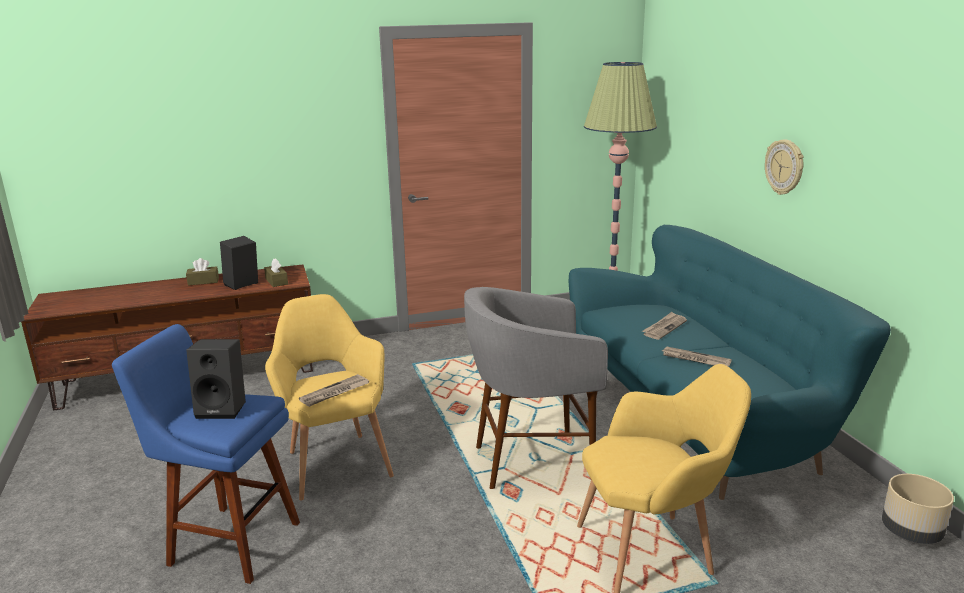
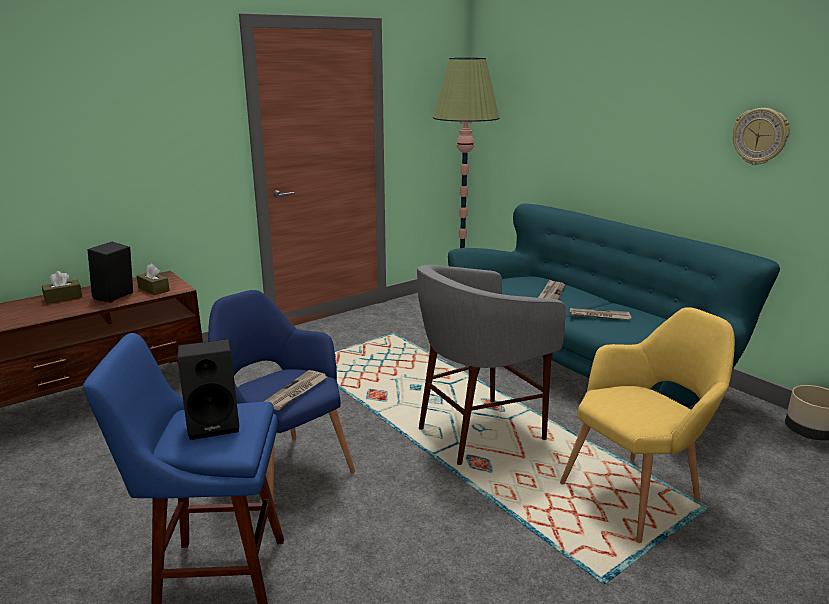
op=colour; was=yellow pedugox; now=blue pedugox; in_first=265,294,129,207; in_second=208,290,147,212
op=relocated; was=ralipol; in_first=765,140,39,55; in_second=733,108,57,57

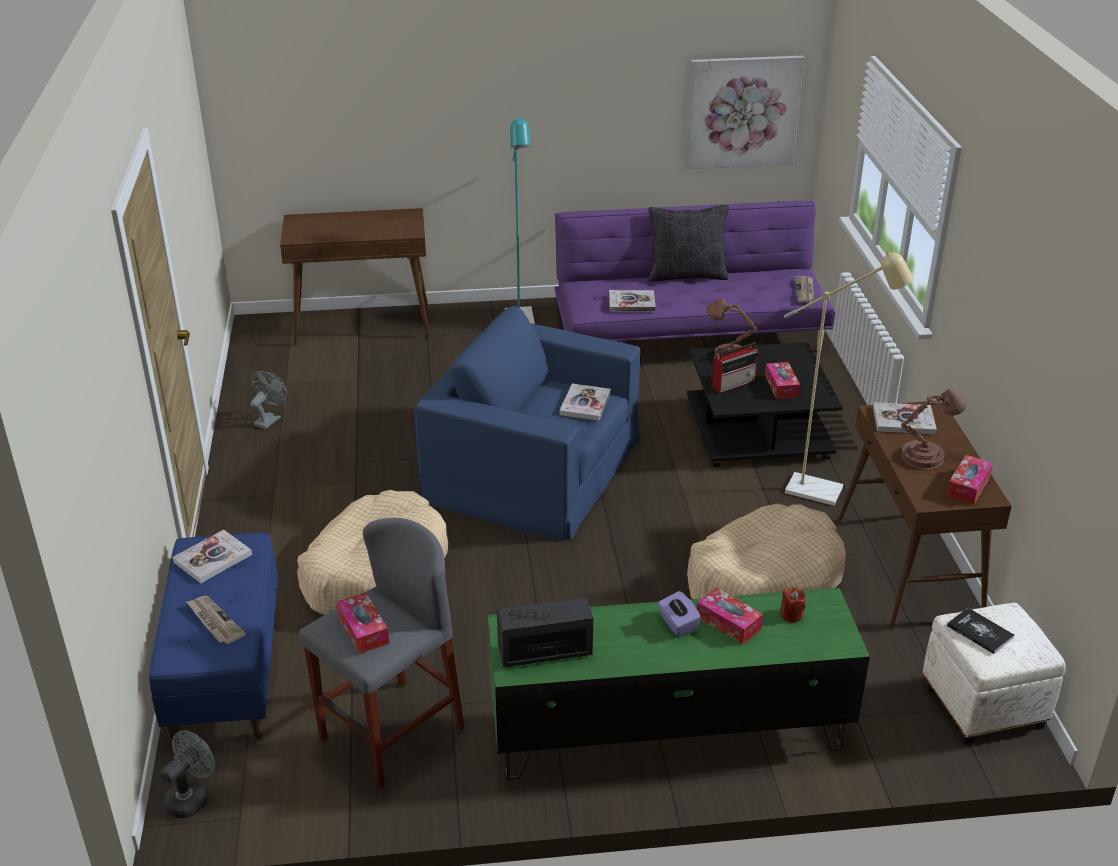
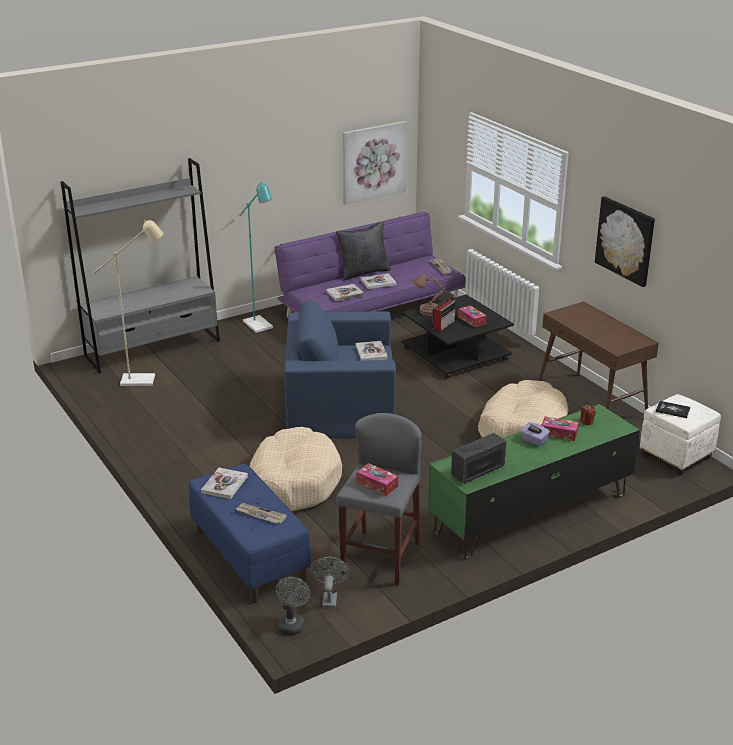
op=exchanged; was=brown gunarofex; now=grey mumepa; in_first=280,208,150,138; in_second=61,158,159,215
op=relocated; was=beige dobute; in_first=784,250,130,256; in_second=93,220,71,166
op=relocated; was=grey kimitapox; in_first=250,371,38,58; in_second=310,557,40,51
op=relocated; was=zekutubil; in_first=873,402,64,33; in_second=361,273,35,16
op=appeared; now=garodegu; in_second=595,196,60,91
op=missing; was=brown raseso; in_first=901,389,66,81
op=missing; was=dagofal; in_first=946,455,47,50

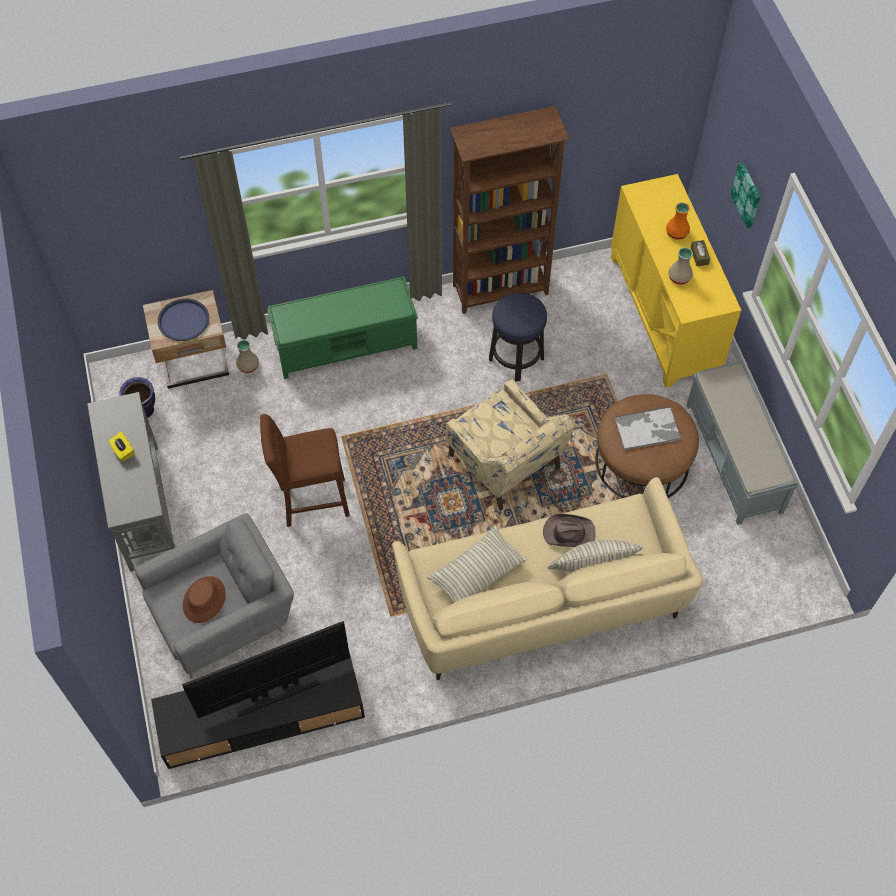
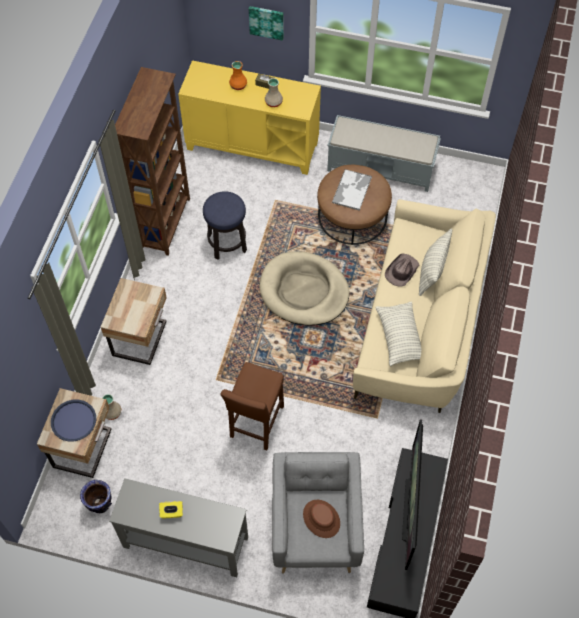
op=exchanged; was=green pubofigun; now=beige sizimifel; in_first=267,277,151,102; in_second=101,278,66,87
op=exchanged; was=beige pedugox; now=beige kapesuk; in_first=446,379,128,131; in_second=260,251,90,75

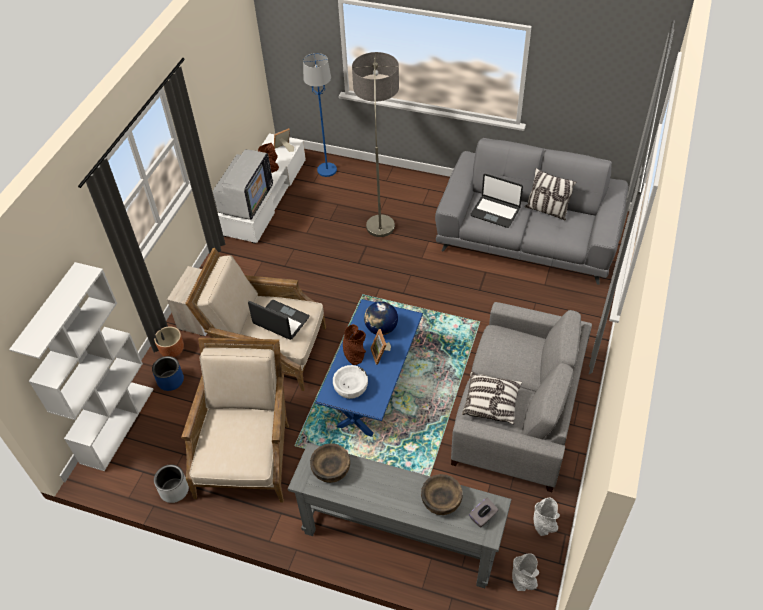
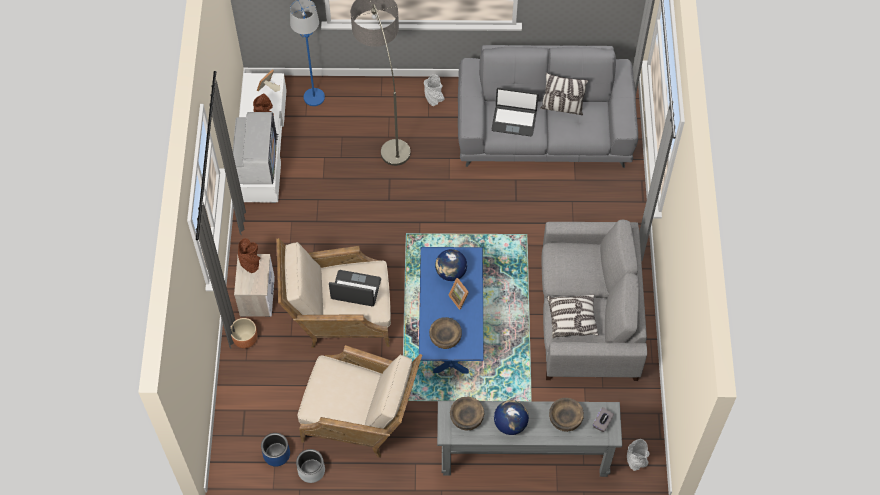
op=relocated; was=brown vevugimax; in_first=343,324,23,41; in_second=238,238,22,35
op=relocated; was=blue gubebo; in_first=152,356,32,35; in_second=261,433,29,34
op=spun; was=beige pedugox; in_first=181,337,108,165; in_second=297,345,125,113; clockwise=120
op=relocated; was=grey vevugimax; in_first=534,497,26,39; in_second=424,74,21,32
op=colour; was=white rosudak; now=brown rosudak; in_first=333,365,35,34; in_second=429,317,33,32
op=appeared; now=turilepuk; in_second=494,400,35,35
op=missing; was=white mumepa; in_first=9,262,144,209

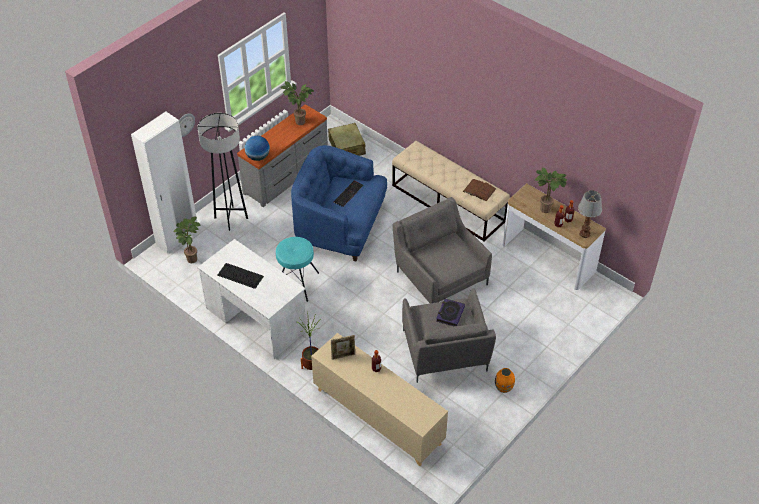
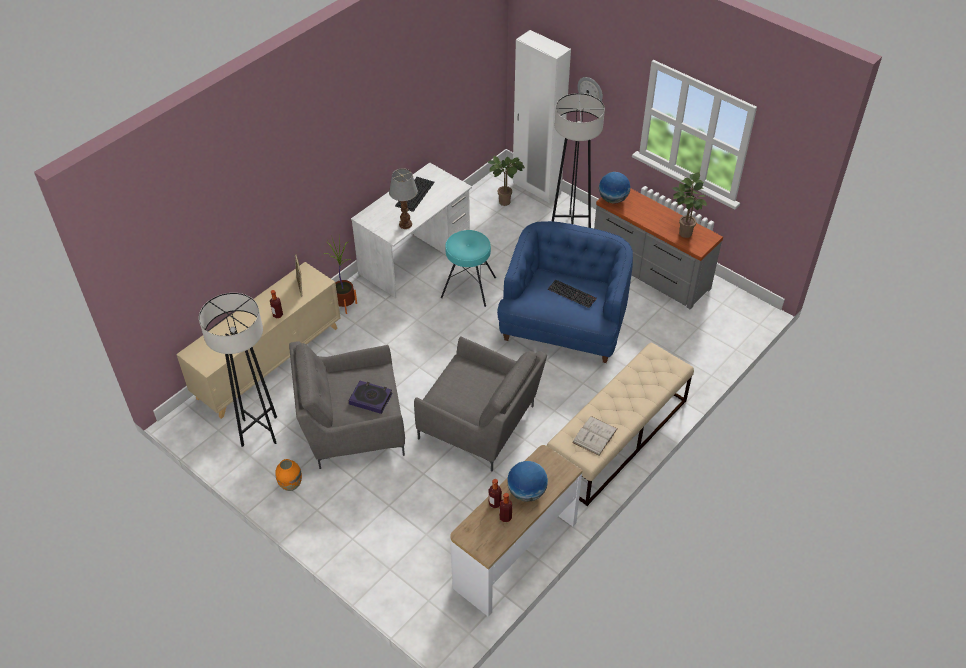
op=appeared; now=grey dobute; in_second=199,293,78,154
op=relocated; was=raseso; in_first=578,190,24,48; in_second=389,169,29,60
op=spun; was=grey pedugox; in_first=393,197,99,106; in_second=414,336,133,136; clockwise=60
op=exchanged; was=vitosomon; now=turilepuk; in_first=535,167,32,46; in_second=507,461,41,41
op=colour; was=brown zekutubil; now=white zekutubil; in_first=463,179,33,22; in_second=572,416,45,40
op=missing; was=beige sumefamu; in_first=328,123,38,33

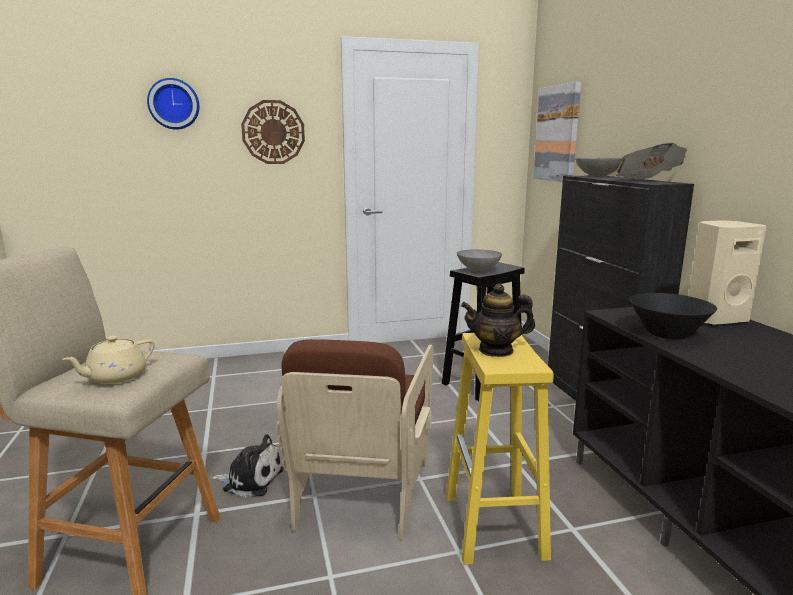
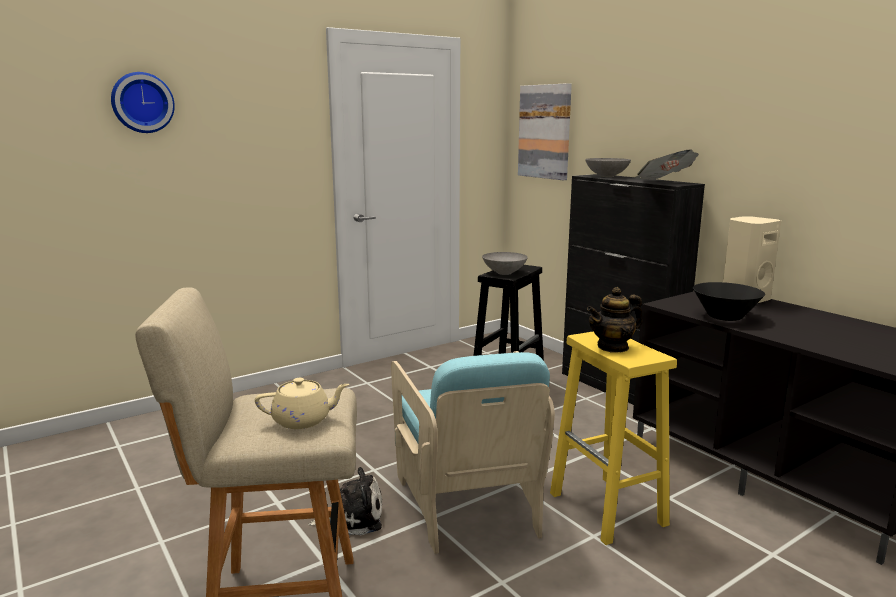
op=spun; was=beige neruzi; in_first=62,336,93,48; in_second=255,378,94,51; clockwise=-120
op=colour; was=brown pedugox; now=turquoise pedugox; in_first=276,339,158,201; in_second=391,351,164,203
op=missing; was=ralipol; in_first=241,100,64,64

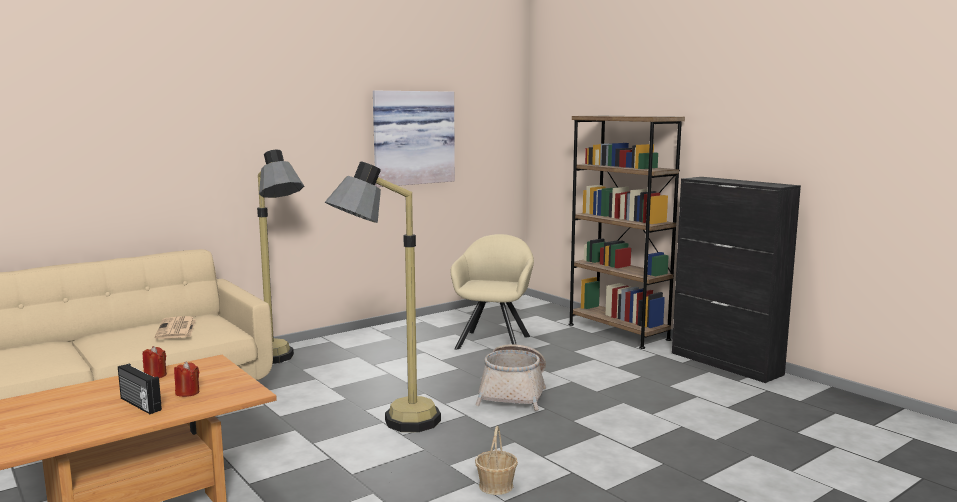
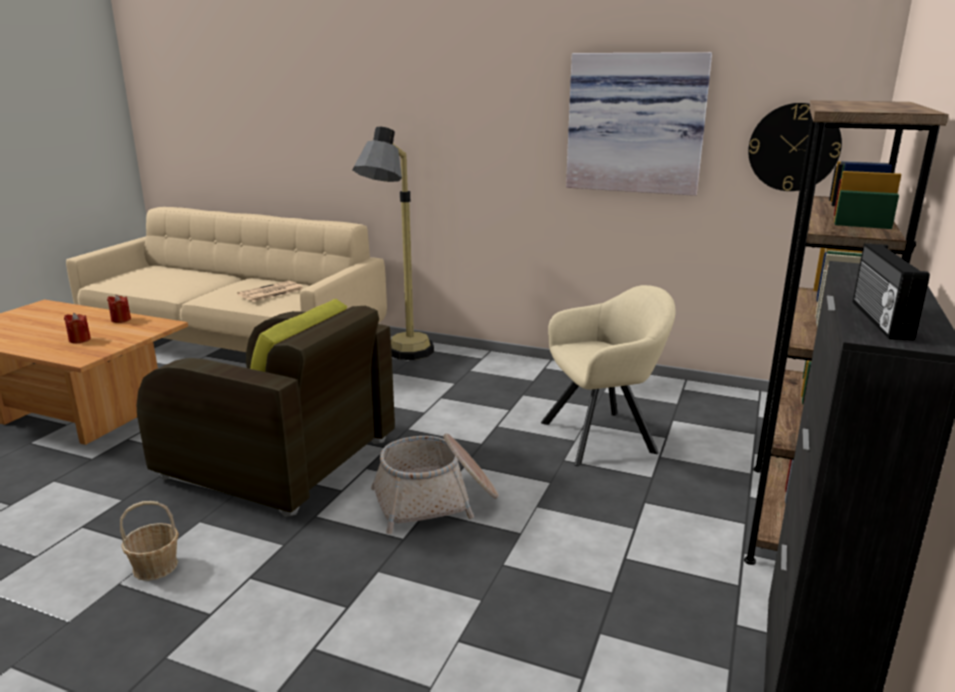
op=exchanged; was=dobute; now=brown pedugox; in_first=324,161,117,271; in_second=137,299,258,218
op=appeared; now=ralipol; in_second=748,103,94,88
op=relocated; was=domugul; in_first=118,364,44,50; in_second=853,243,77,97

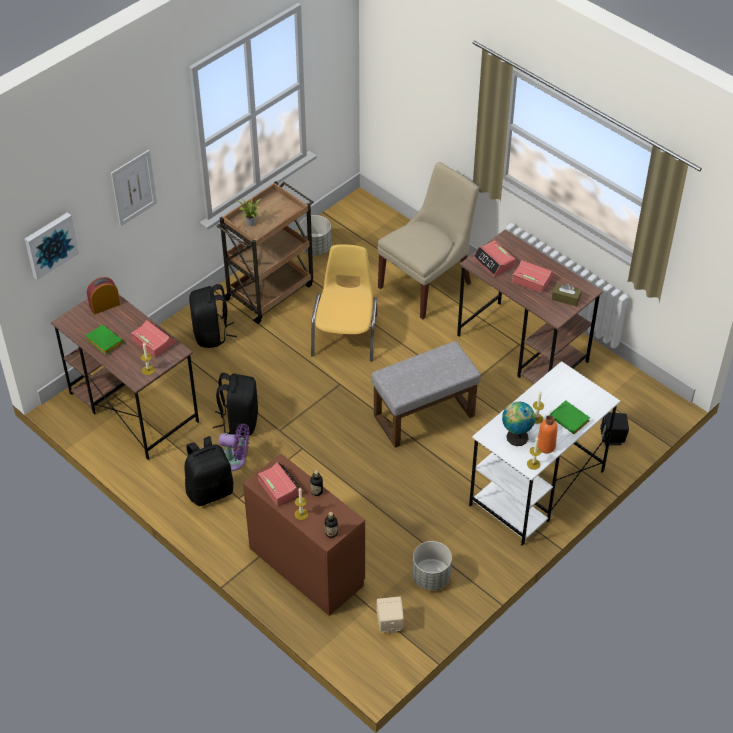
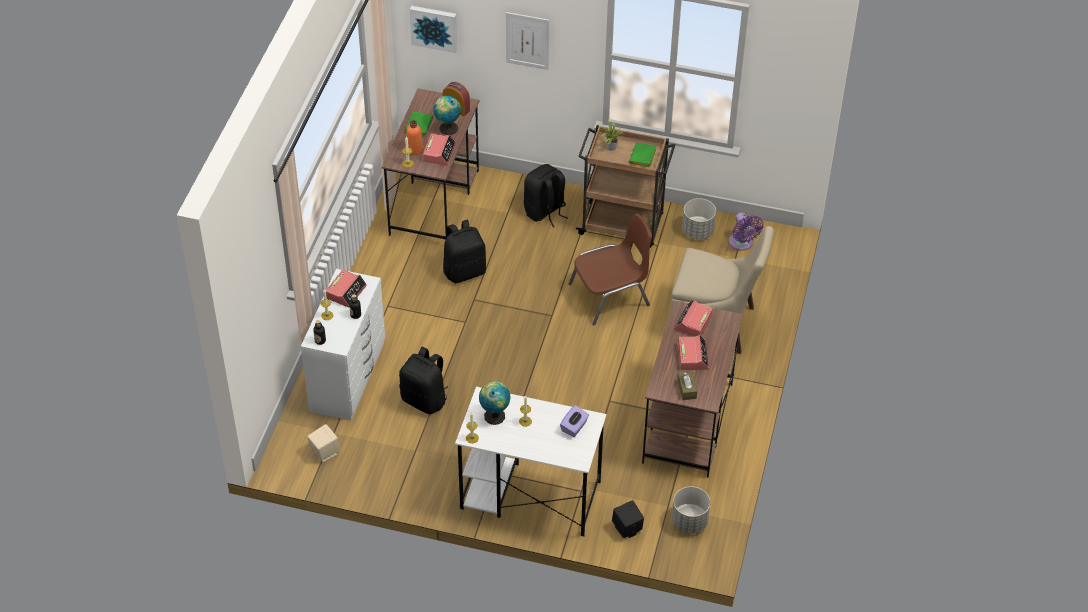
op=colour; was=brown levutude; now=white levutude; in_first=243,454,122,162; in_second=301,269,84,152
op=relocated; was=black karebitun; in_first=185,436,49,70; in_second=399,347,49,67
op=relocated; was=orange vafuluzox; in_first=538,415,20,39; in_second=406,120,17,35
op=appeared; now=turilepuk; in_second=433,96,28,39
op=appeared; now=purple dagofal; in_second=560,405,29,32
op=colour; was=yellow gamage; now=brown gamage; in_first=311,244,66,117; in_second=569,213,83,112
op=relocated; was=green zekutubil; in_first=550,400,40,34; in_second=629,143,27,25
op=relocated; was=grey gubebo; in_first=412,541,40,50; in_second=672,486,38,48
op=relocated; was=purple kimitapox; in_first=219,424,31,47; in_second=729,212,35,39
op=missing; was=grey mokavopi; in_first=371,341,110,107

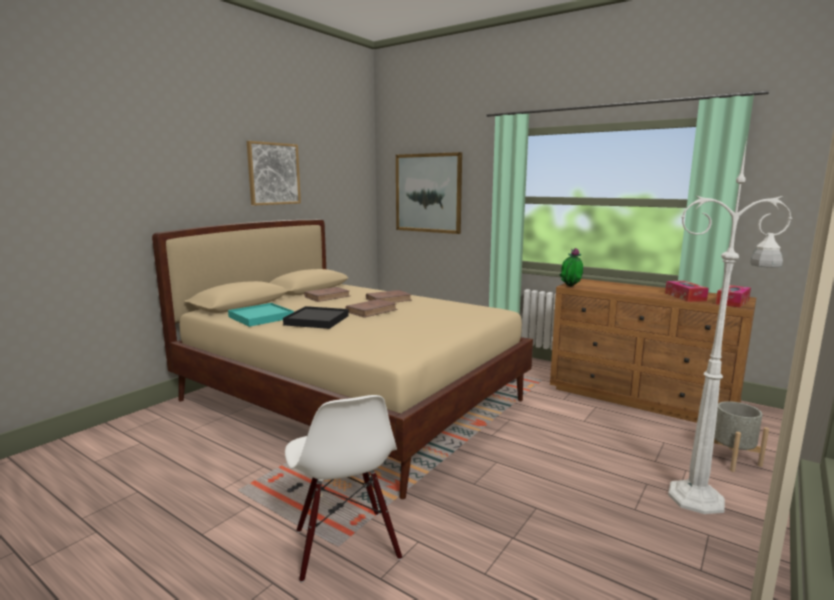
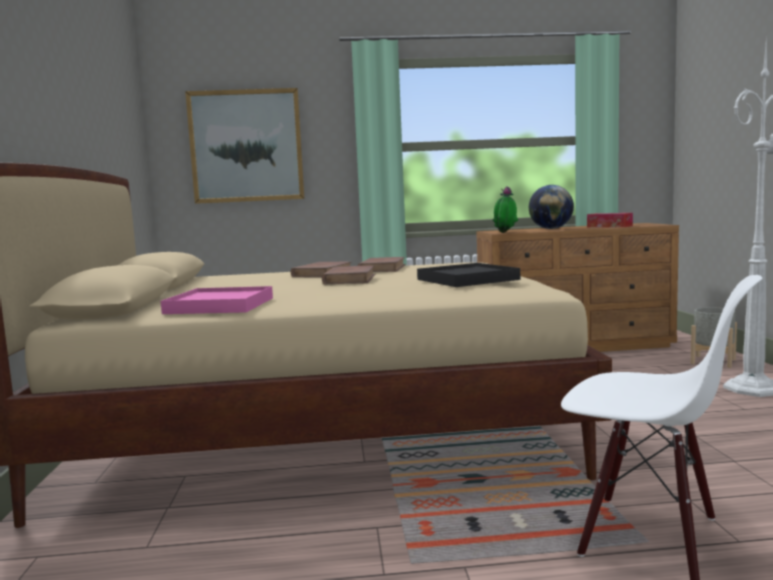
op=colour; was=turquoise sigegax; now=pink sigegax; in_first=228,303,66,24; in_second=161,286,112,28
op=relocated; was=brown zekutubil; in_first=304,287,46,15; in_second=358,257,48,15
op=relocated; was=black sigegax; in_first=283,306,66,23; in_second=417,263,103,24
op=appeared; now=turilepuk; in_second=529,185,45,44
op=missing; was=garodegu; in_first=247,141,54,65
op=missing; was=dagofal; in_first=716,285,35,23

